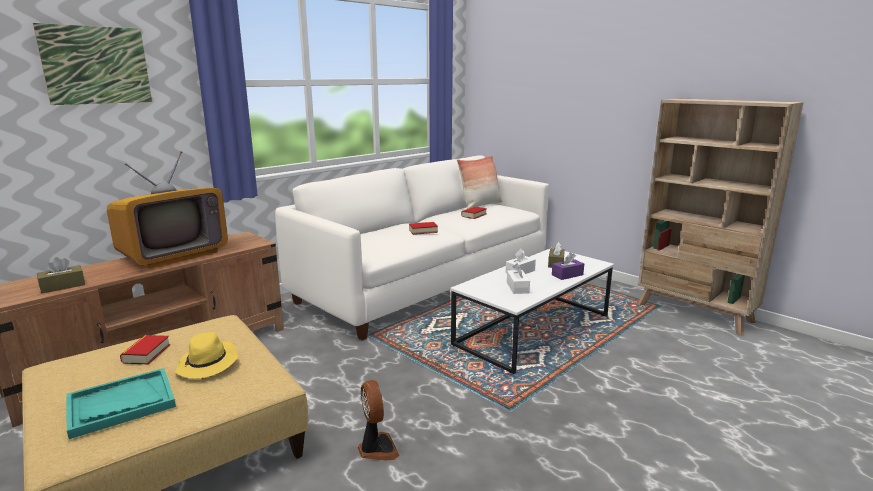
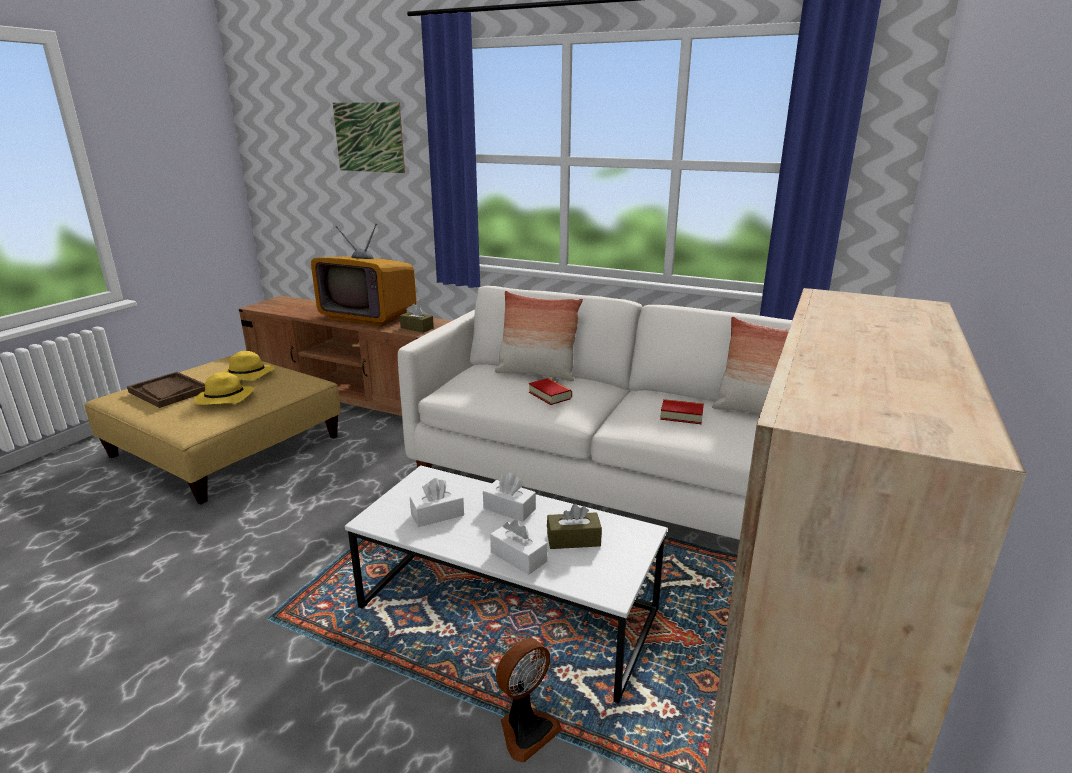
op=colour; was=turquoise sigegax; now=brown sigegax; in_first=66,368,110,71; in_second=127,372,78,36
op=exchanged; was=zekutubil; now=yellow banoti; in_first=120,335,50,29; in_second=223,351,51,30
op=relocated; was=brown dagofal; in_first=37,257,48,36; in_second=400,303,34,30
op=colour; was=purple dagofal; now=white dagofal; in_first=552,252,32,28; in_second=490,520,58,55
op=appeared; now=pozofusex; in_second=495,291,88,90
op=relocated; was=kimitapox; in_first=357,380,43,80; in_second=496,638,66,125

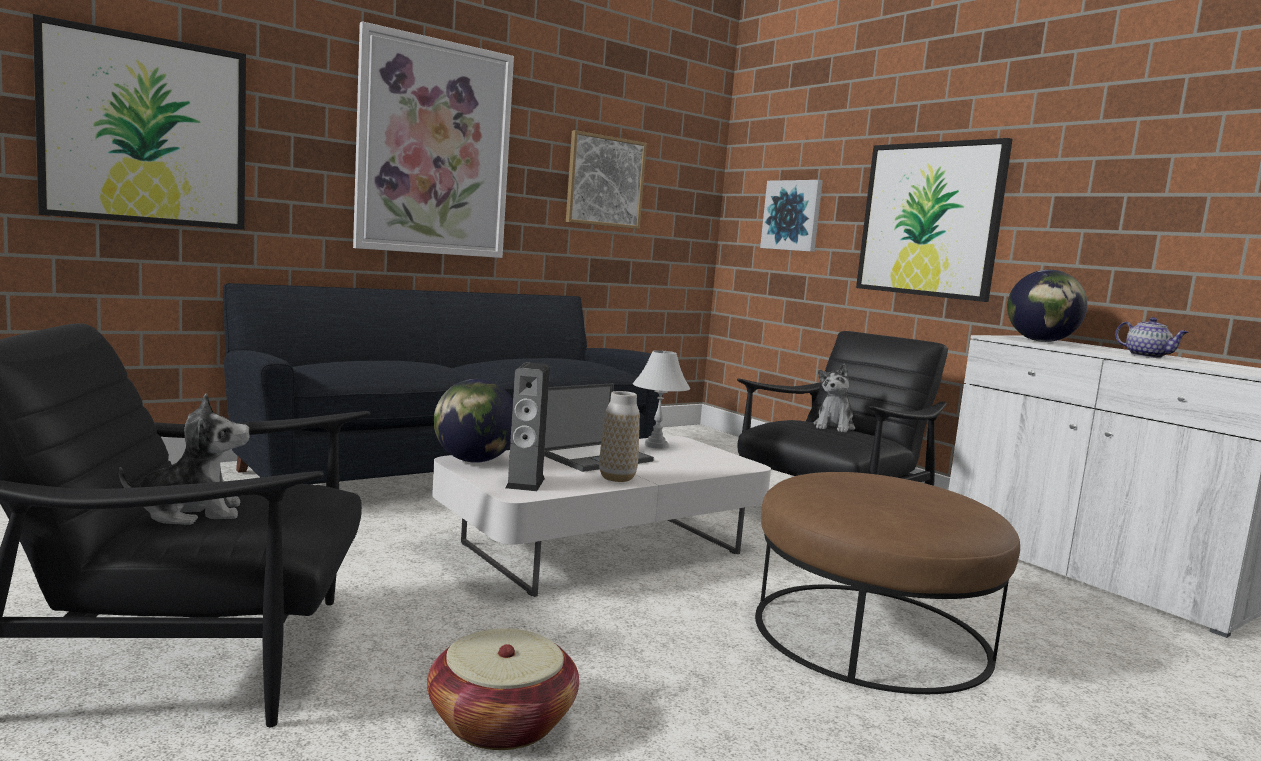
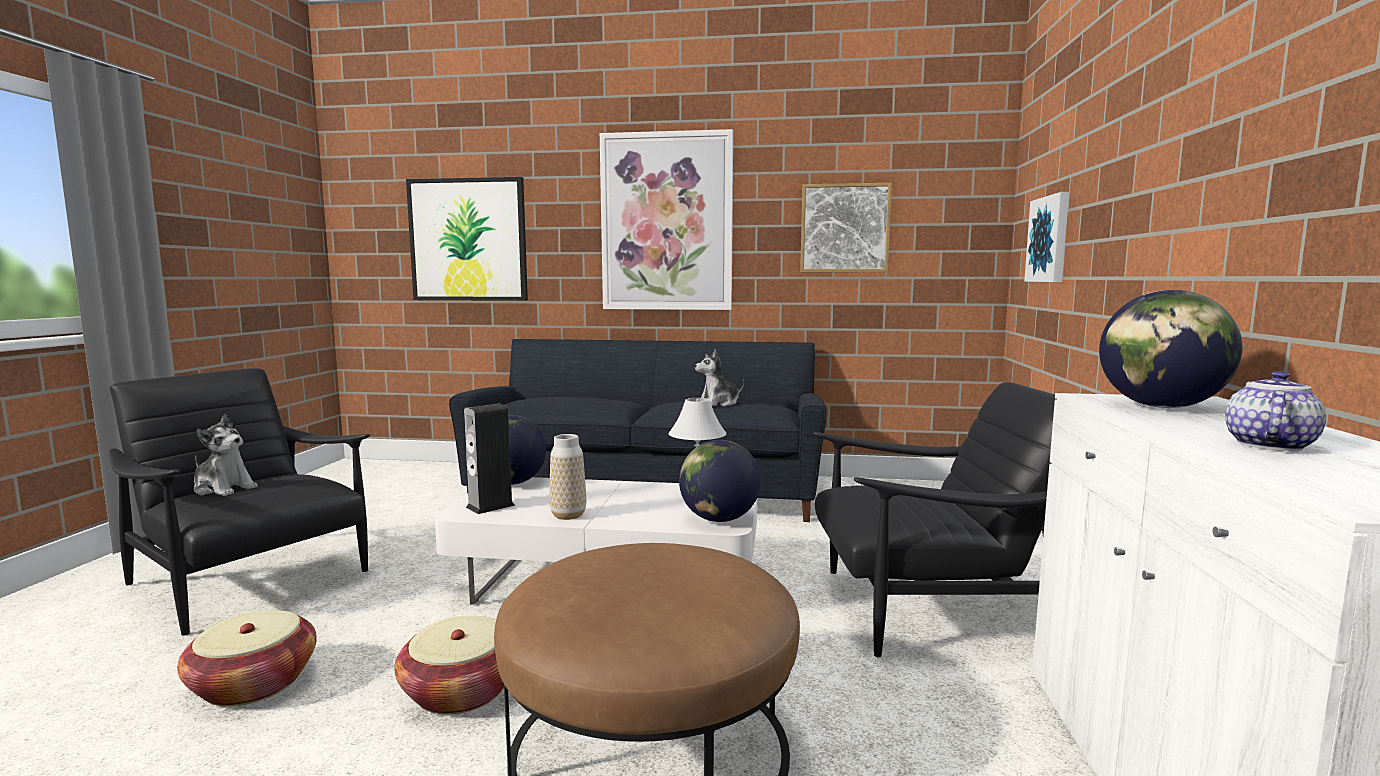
op=appeared; now=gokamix; in_second=395,616,109,99
op=appeared; now=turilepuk; in_second=679,440,82,82
op=relocated; was=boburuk; in_first=813,364,42,69; in_second=695,349,49,57
op=spun; was=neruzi; in_first=1115,317,74,41; in_second=1225,371,101,80; clockwise=-150
op=missing; was=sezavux; in_first=544,383,110,89
op=missing; was=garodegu; in_first=856,138,157,164

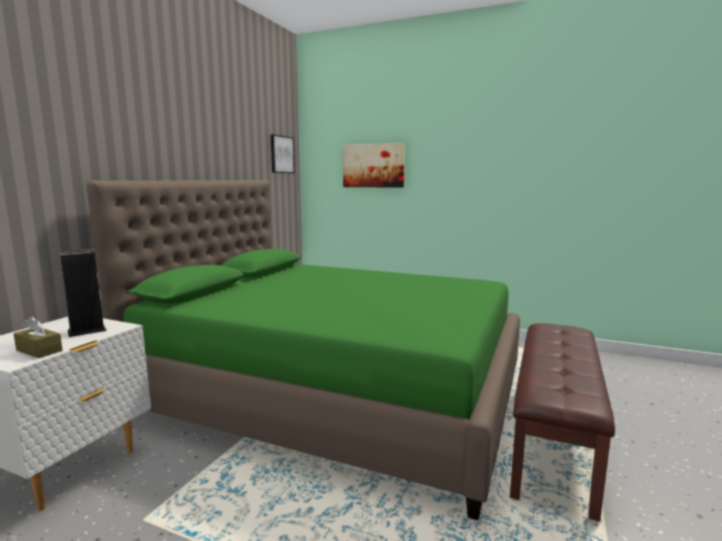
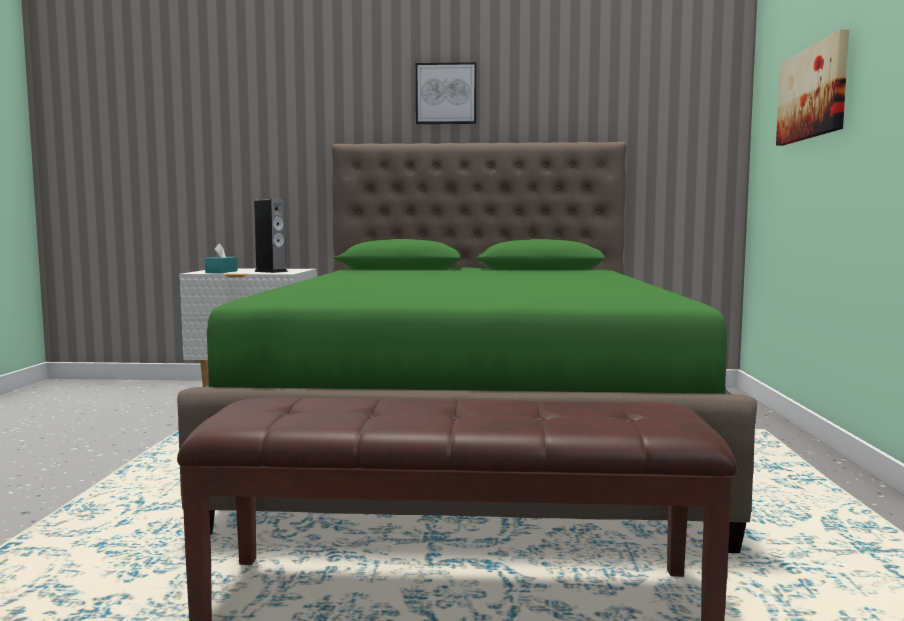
op=colour; was=brown dagofal; now=turquoise dagofal; in_first=13,316,50,42; in_second=205,243,33,30
op=relocated; was=garodegu; in_first=270,135,25,38; in_second=416,62,60,62

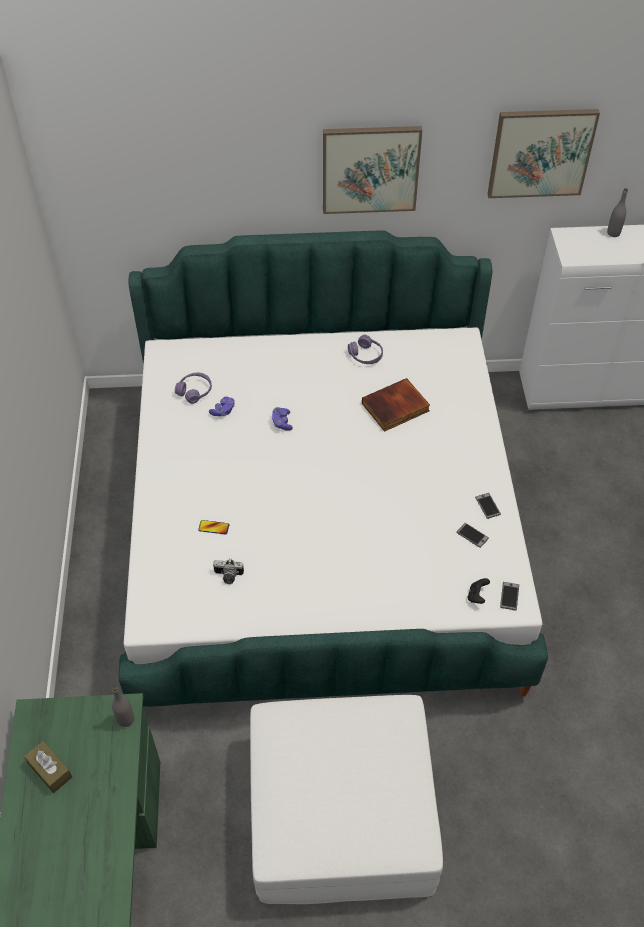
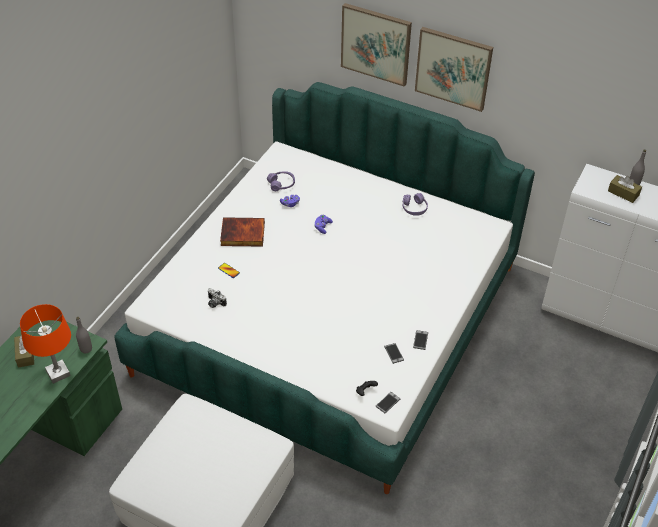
op=appeared; now=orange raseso; in_second=20,304,51,80
op=relocated; was=zekutubil; in_first=362,378,68,54; in_second=220,217,45,30
op=relocated; was=garodegu; in_first=488,109,112,89; in_second=341,3,71,84
op=appeared; now=brown dagofal; in_second=608,175,34,28

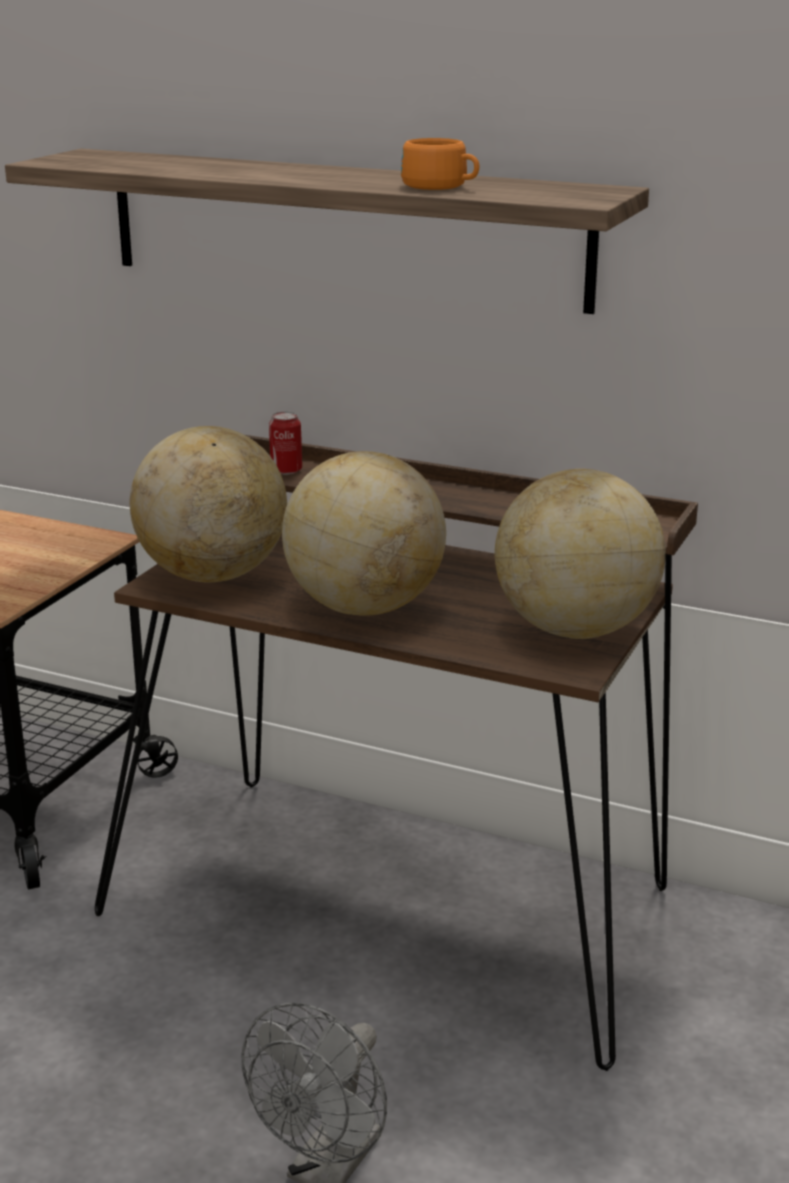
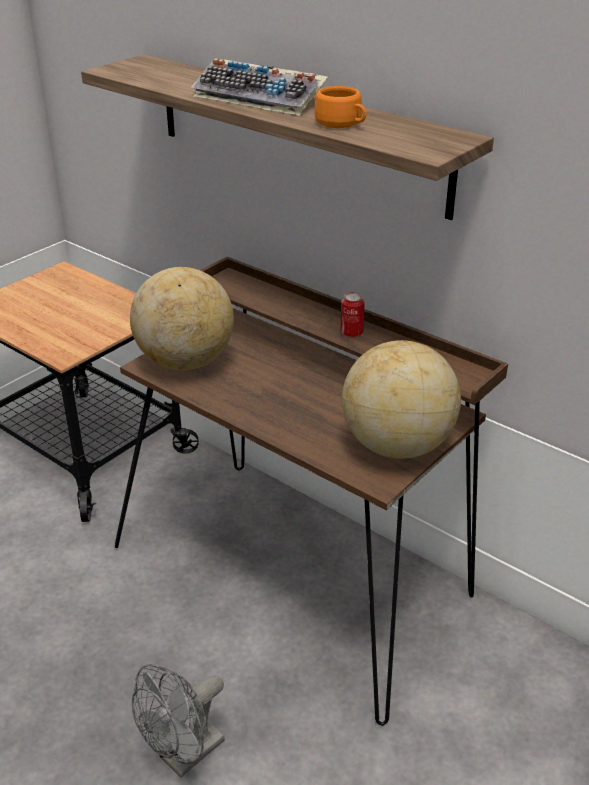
op=appeared; now=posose; in_second=191,58,137,58
op=relocated; was=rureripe; in_first=269,411,33,64; in_second=340,292,25,45
op=missing; was=turilepuk; in_first=282,451,164,165

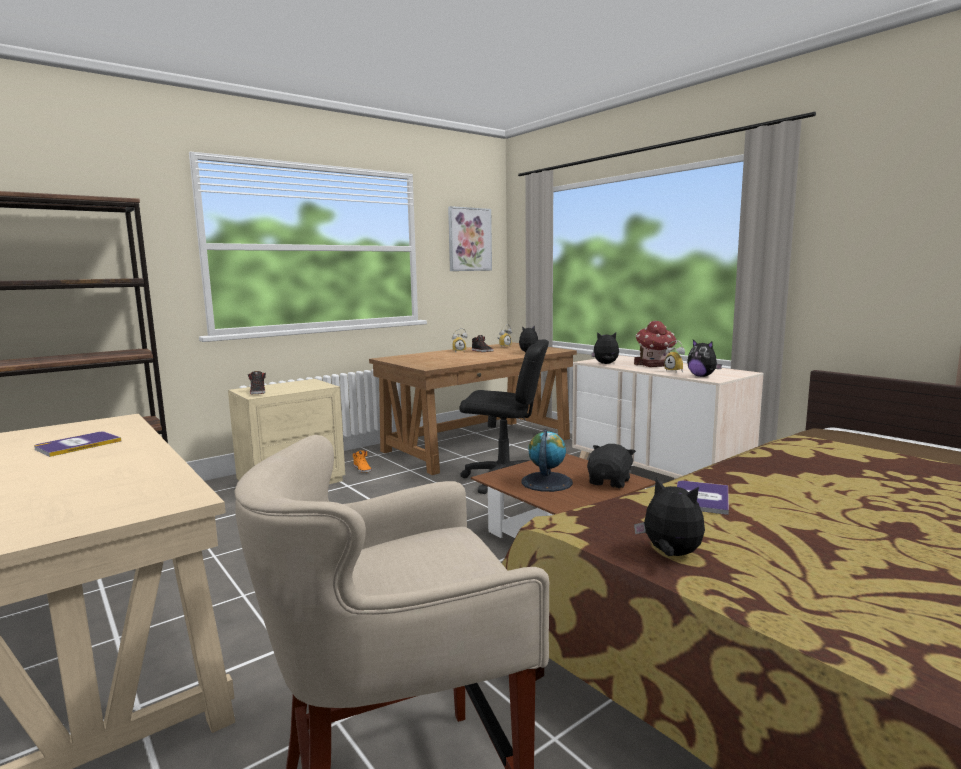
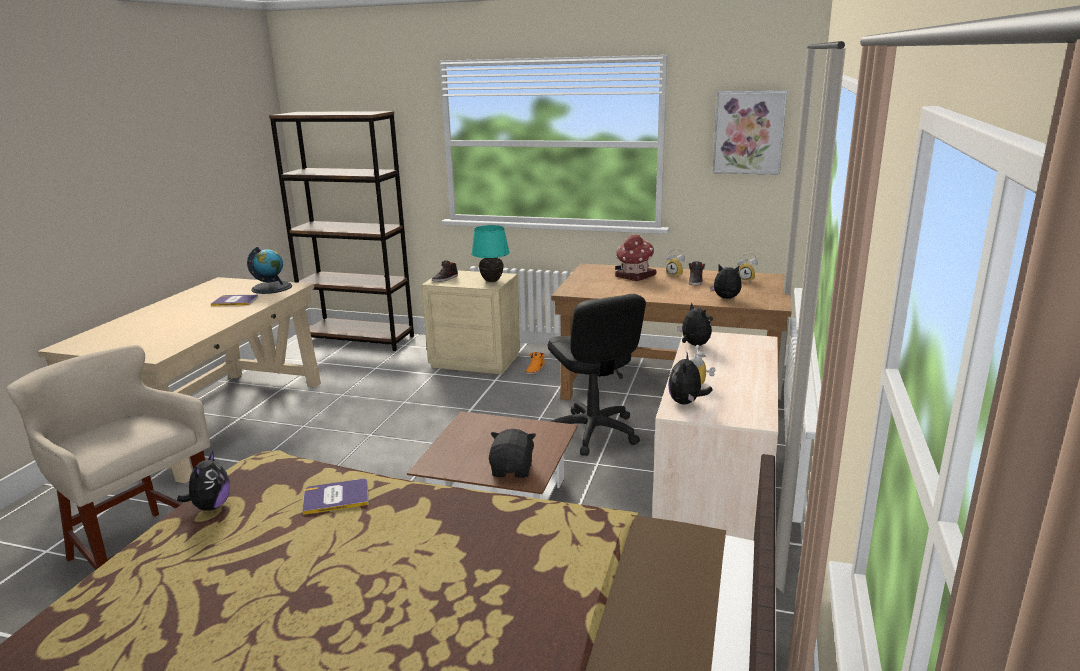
op=relocated; was=turilepuk; in_first=521,430,52,62; in_second=247,247,45,47
op=appeared; now=turquoise raseso; in_second=471,225,39,57
op=spun; was=black boburuk; in_first=587,444,49,44; in_second=489,429,47,49; clockwise=-75
op=relocated; was=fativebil; in_first=634,320,43,47; in_second=615,234,41,47

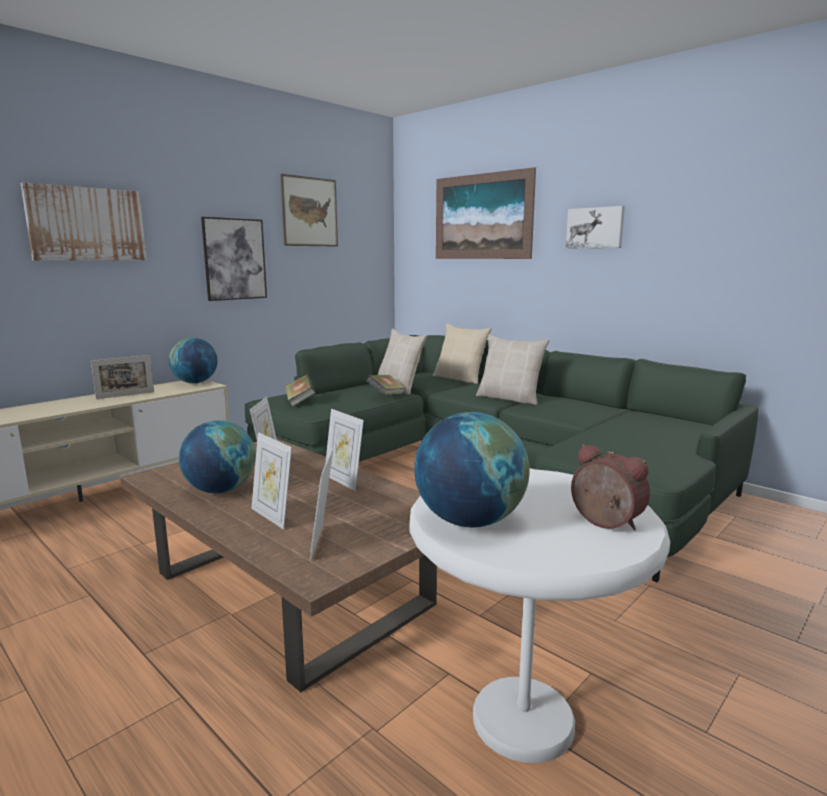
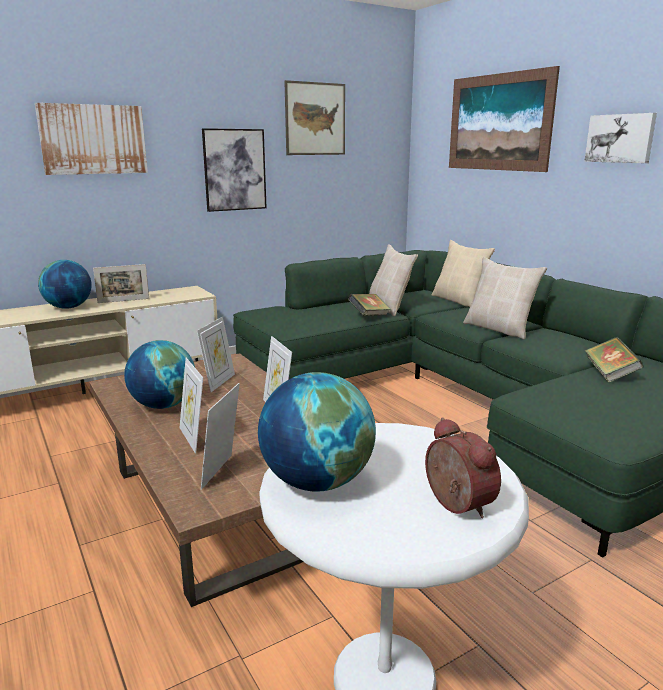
op=relocated; was=turilepuk; in_first=169,338,49,45; in_second=38,260,54,49
op=relocated; was=zekutubil; in_first=285,374,31,33; in_second=585,337,58,46

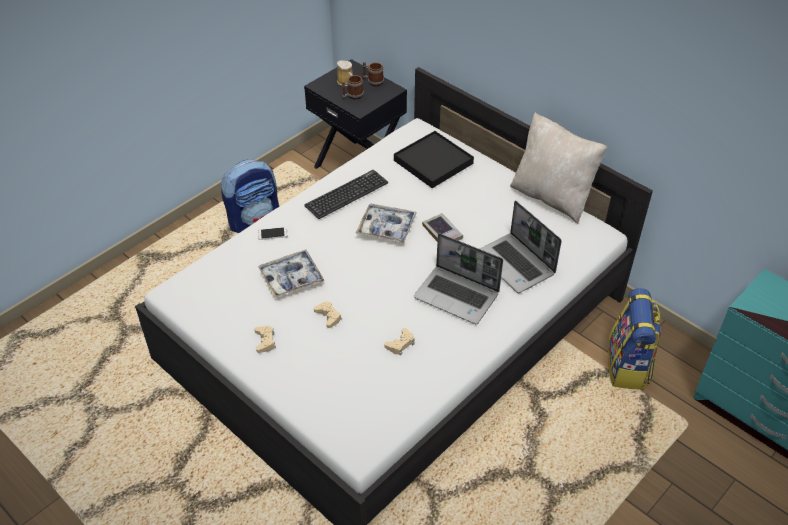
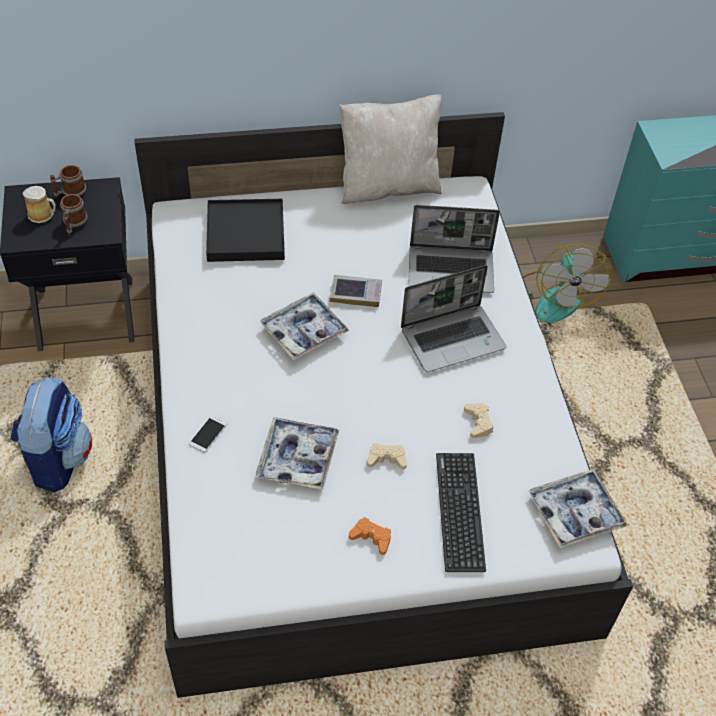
op=colour; was=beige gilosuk; now=orange gilosuk; in_first=255,326,21,27; in_second=349,517,42,38
op=relocated; was=posose; in_first=304,170,84,49; in_second=436,453,50,119
op=exchanged; was=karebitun; now=kimitapox; in_first=608,288,53,102; in_second=523,244,90,79
op=appeared; now=sigegax; in_second=529,469,99,79

